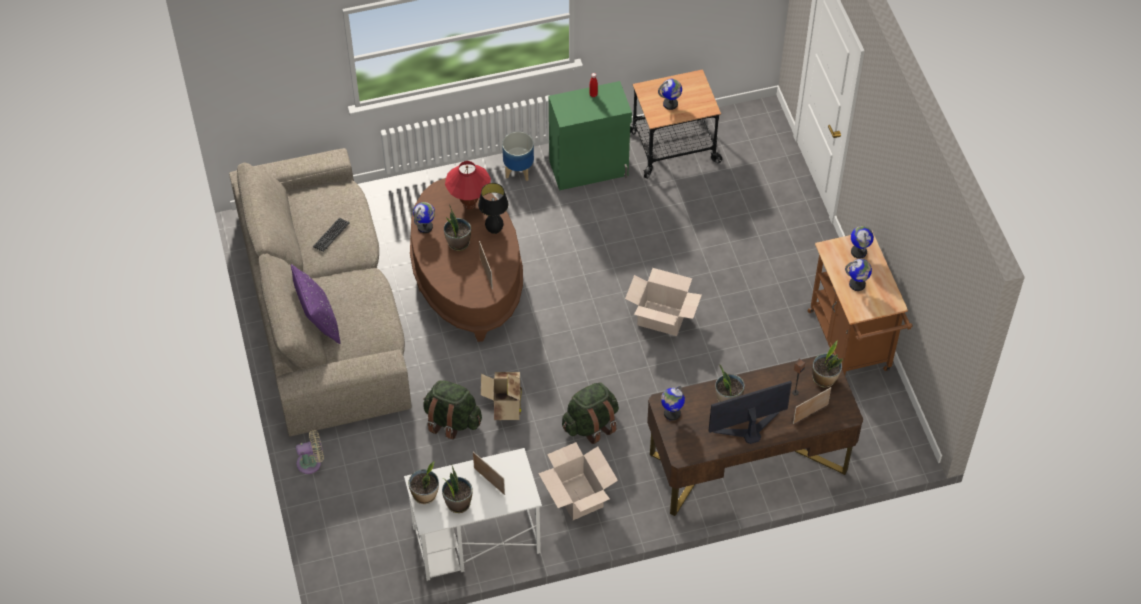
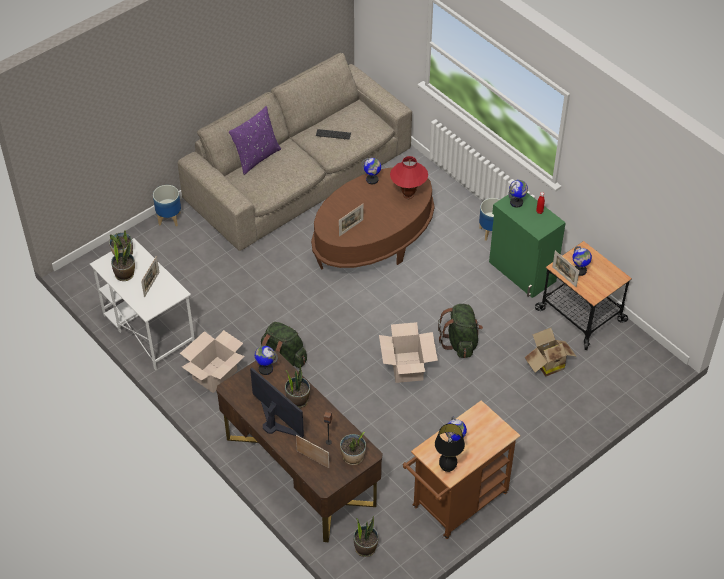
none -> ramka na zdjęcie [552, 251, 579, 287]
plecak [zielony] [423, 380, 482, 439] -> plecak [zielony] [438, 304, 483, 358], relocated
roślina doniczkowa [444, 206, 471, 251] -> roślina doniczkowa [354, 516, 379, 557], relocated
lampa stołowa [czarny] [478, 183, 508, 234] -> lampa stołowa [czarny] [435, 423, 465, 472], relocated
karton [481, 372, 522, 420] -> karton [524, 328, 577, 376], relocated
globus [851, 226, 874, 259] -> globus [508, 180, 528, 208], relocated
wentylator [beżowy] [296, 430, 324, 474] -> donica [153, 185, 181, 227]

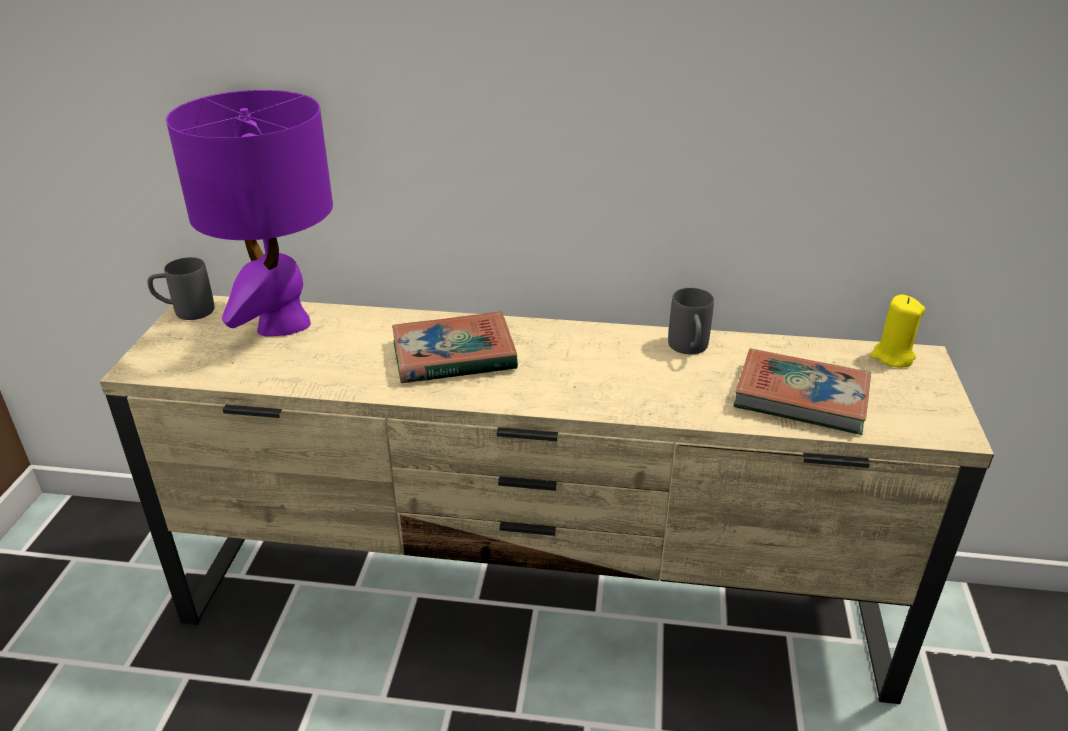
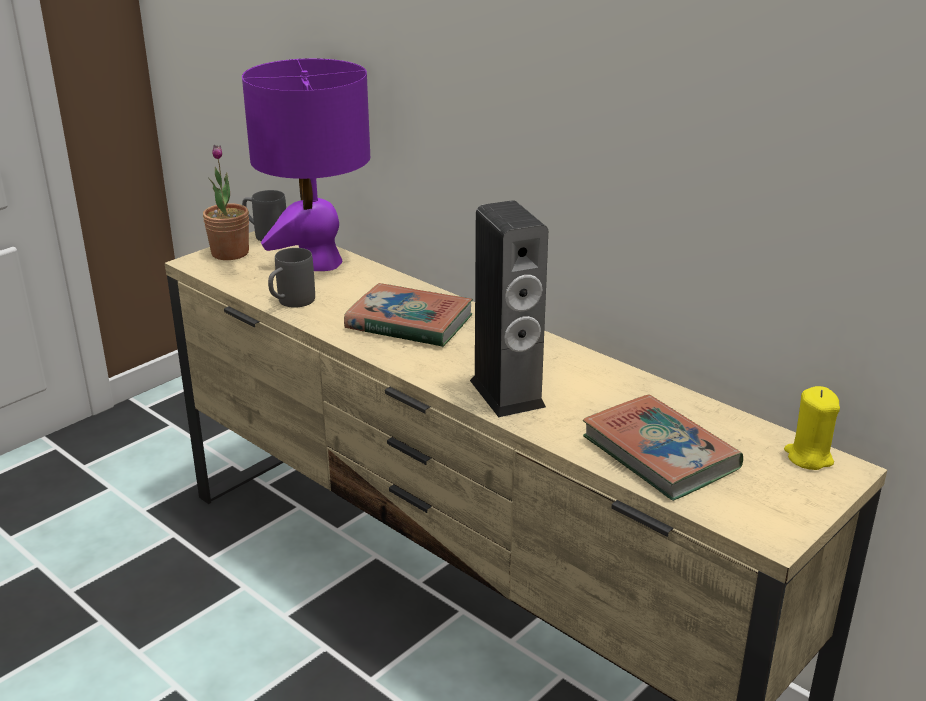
none -> roślina doniczkowa [203, 145, 249, 260]
none -> głośnik [470, 200, 548, 417]
kubek [szary] [668, 288, 714, 354] -> kubek [szary] [268, 248, 315, 308], relocated

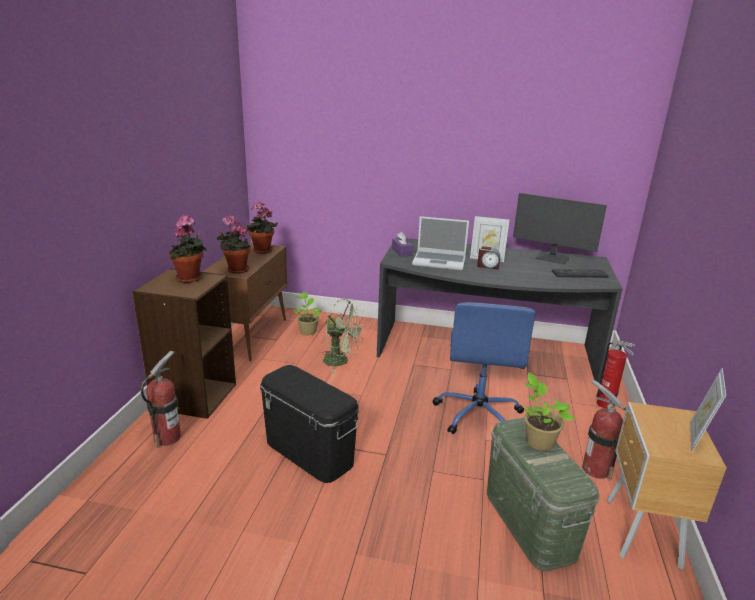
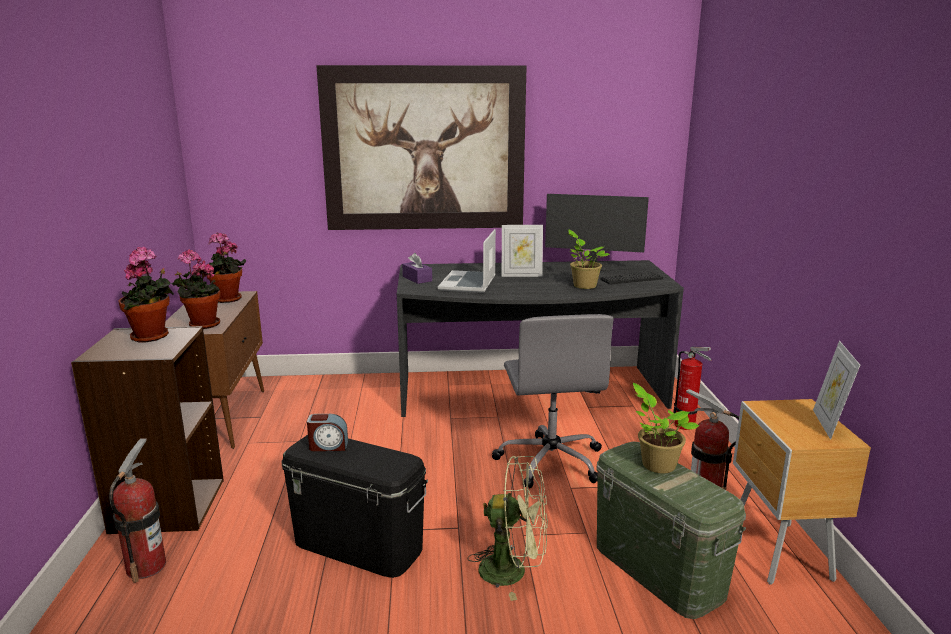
none -> obraz [316, 65, 527, 230]
roślina doniczkowa [291, 291, 322, 335] -> roślina doniczkowa [568, 230, 610, 289], relocated
wentylator [zielony] [322, 299, 366, 372] -> wentylator [zielony] [468, 456, 548, 601], relocated
budzik [477, 246, 500, 269] -> budzik [307, 414, 348, 451], relocated
krzesło biurowe [niebieski] [432, 302, 536, 434] -> krzesło biurowe [szary] [492, 314, 614, 489]
laptop [412, 216, 469, 270] -> laptop [438, 229, 496, 293], 105 degrees clockwise

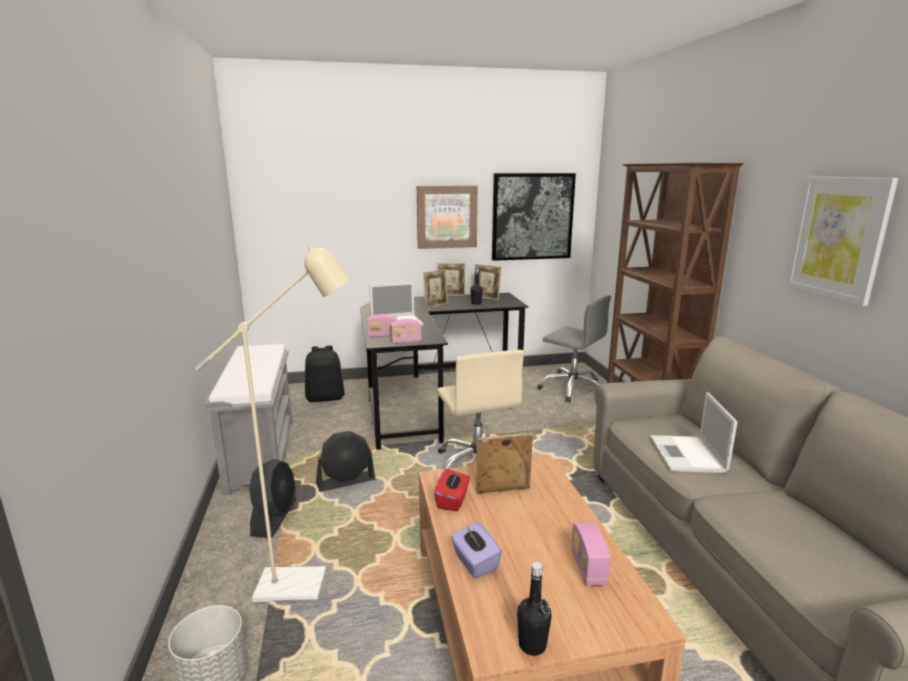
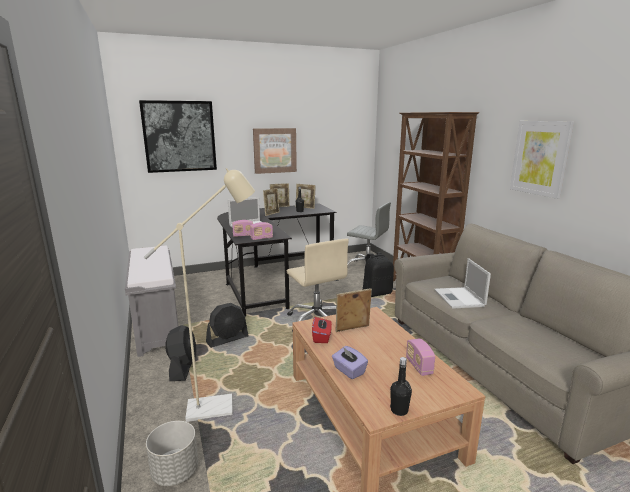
plecak [czarny] [305, 345, 345, 402] -> plecak [czarny] [362, 252, 394, 297], relocated
obraz [492, 173, 576, 261] -> obraz [139, 100, 217, 173], relocated

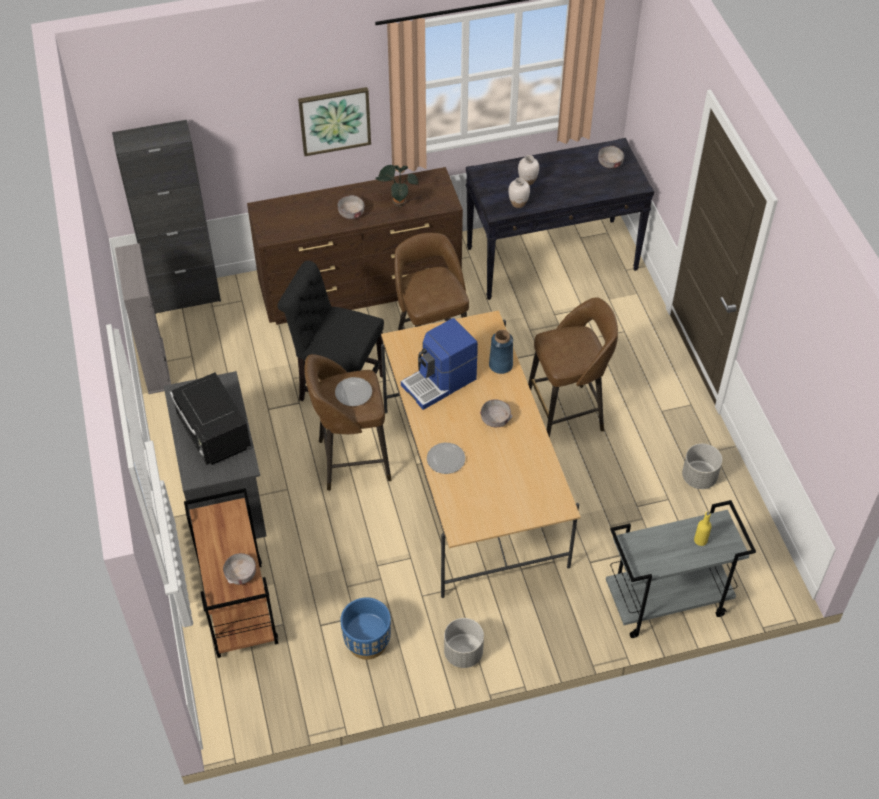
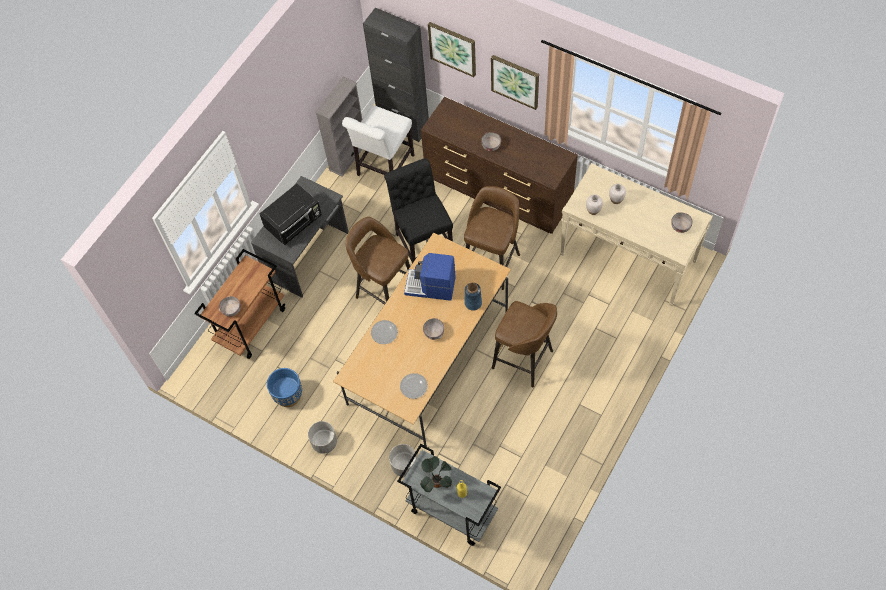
none -> krzesło [biały] [342, 105, 414, 176]
none -> obraz [428, 22, 476, 77]
talerz [335, 377, 372, 406] -> talerz [400, 373, 428, 399], relocated
roślina doniczkowa [376, 165, 419, 207] -> roślina doniczkowa [420, 456, 452, 492], relocated
donica [szary] [682, 444, 722, 489] -> donica [szary] [389, 444, 417, 477], relocated
stolik konsolowy [czarny] [466, 138, 654, 300] -> stolik konsolowy [beżowy] [561, 163, 713, 306]
mikrofalówka [czarny] [170, 373, 251, 465] -> mikrofalówka [czarny] [259, 183, 322, 246], 150 degrees counterclockwise

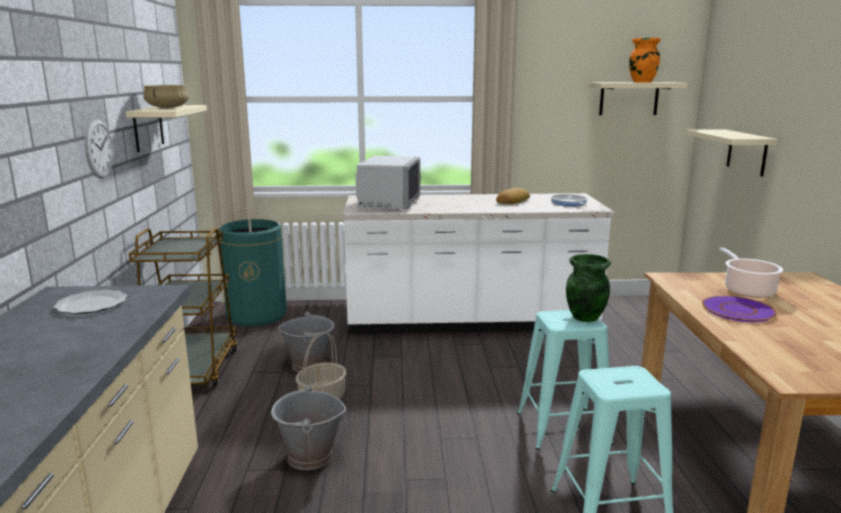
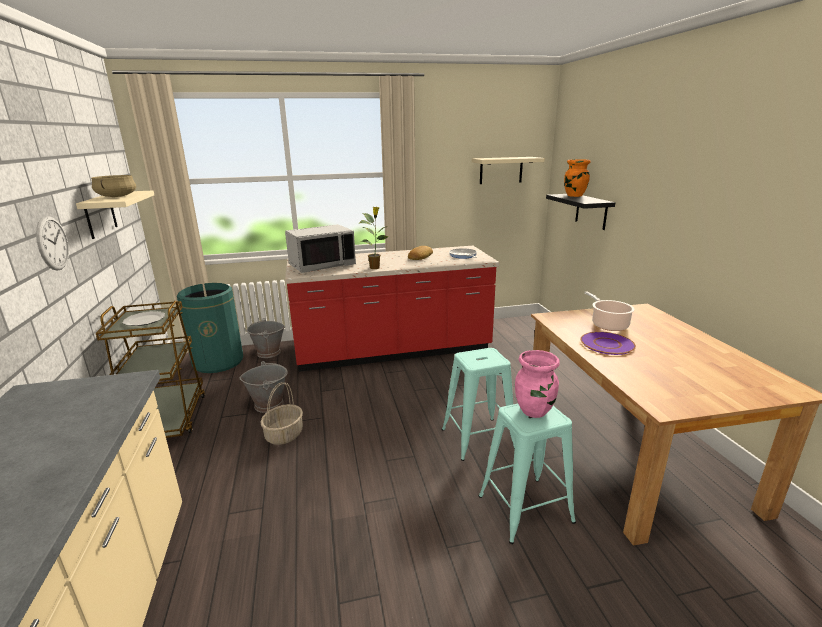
wazon [zielony] [566, 254, 611, 322] -> none
none -> roślina doniczkowa [359, 207, 389, 269]
none -> wazon [różowy] [515, 350, 560, 418]
talerz [54, 290, 127, 314] -> talerz [123, 311, 165, 326], relocated
wiadro [szary] [271, 385, 346, 470] -> wiadro [szary] [246, 318, 285, 358], relocated
wazon [pomarańczowy] [629, 38, 661, 83] -> wazon [pomarańczowy] [564, 159, 591, 197], relocated
zabudowa kuchenna [biały] [342, 193, 615, 334] -> zabudowa kuchenna [czerwony] [285, 246, 499, 372]
półka [beżowy] [686, 129, 778, 177] -> półka [czarny] [546, 194, 615, 230]
mikrofalówka [szary] [356, 155, 421, 210] -> mikrofalówka [szary] [285, 224, 356, 273], 60 degrees clockwise

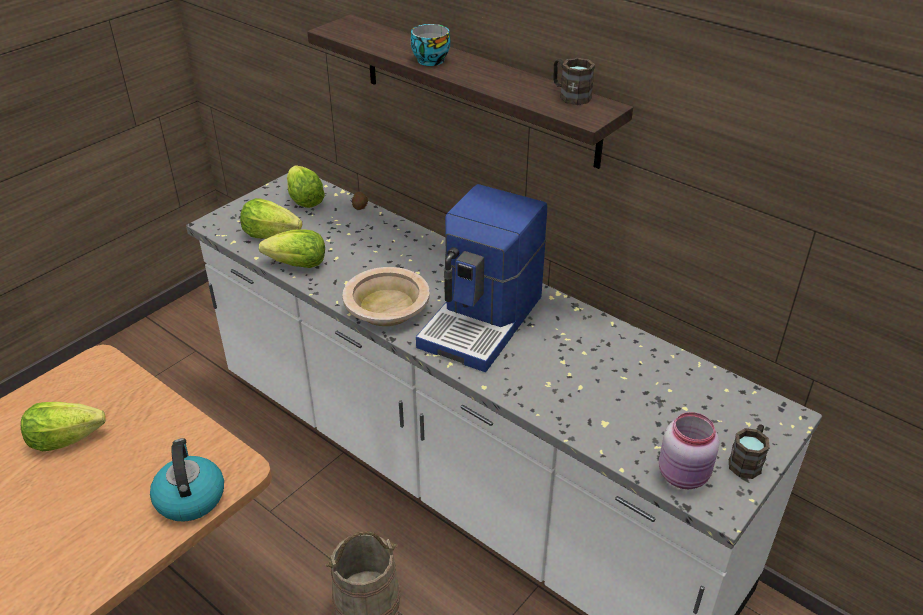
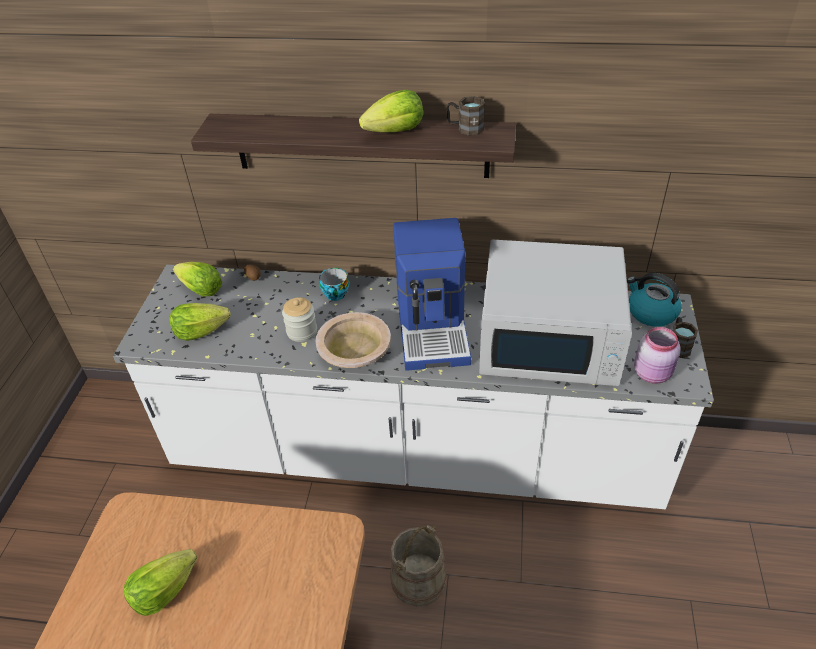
none -> słoik [282, 297, 317, 342]
none -> mikrofalówka [biały] [479, 240, 632, 386]
czajnik [150, 438, 224, 522] -> czajnik [627, 273, 682, 327], relocated
sałata [259, 230, 325, 268] -> sałata [359, 90, 423, 132], relocated
filiżanka [411, 24, 450, 66] -> filiżanka [319, 268, 349, 301], relocated

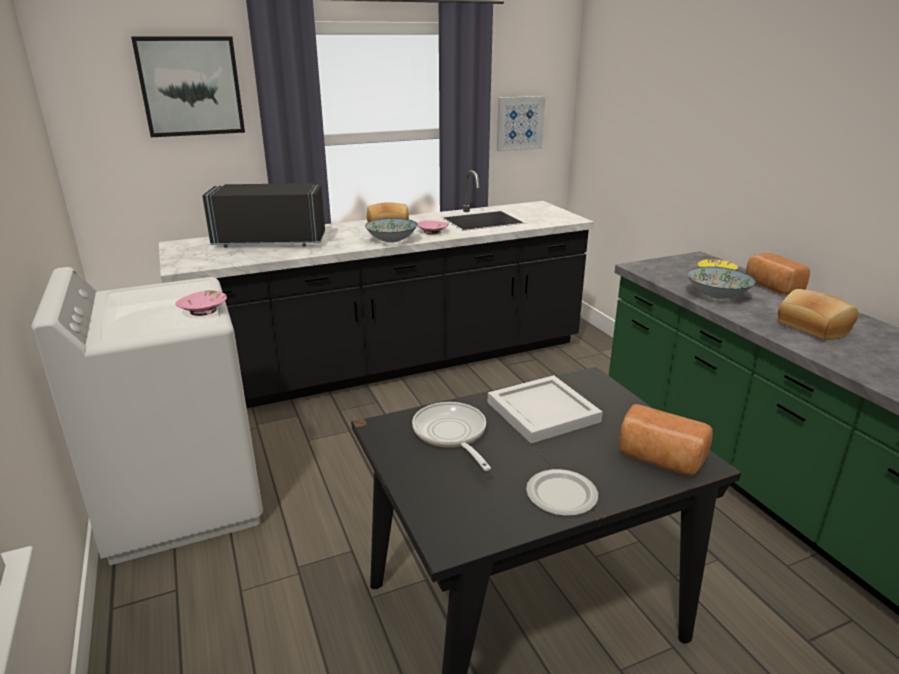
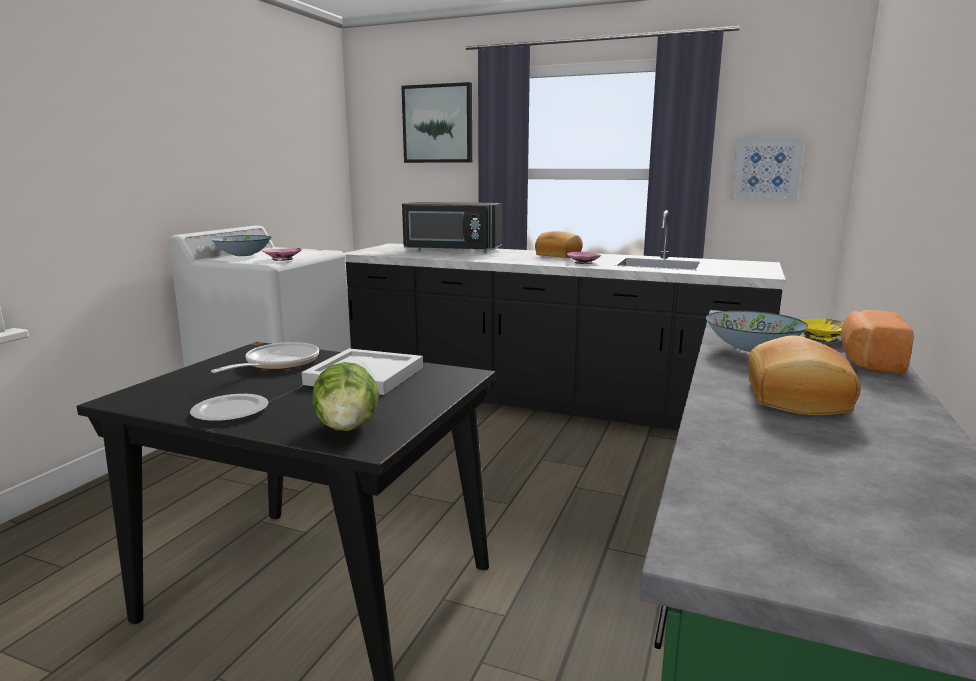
miska [365, 218, 418, 243] -> miska [211, 235, 271, 256], relocated
chleb [619, 404, 713, 475] -> sałata [312, 362, 379, 431]
mikrofalówka [czarny] [202, 183, 325, 248] -> mikrofalówka [czarny] [402, 202, 502, 253], 150 degrees clockwise

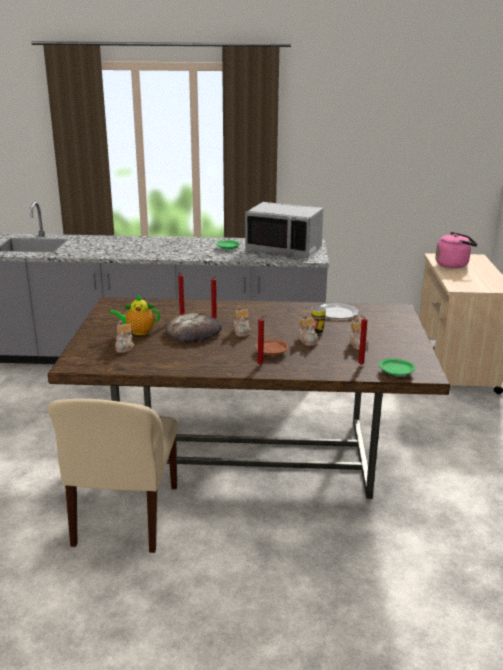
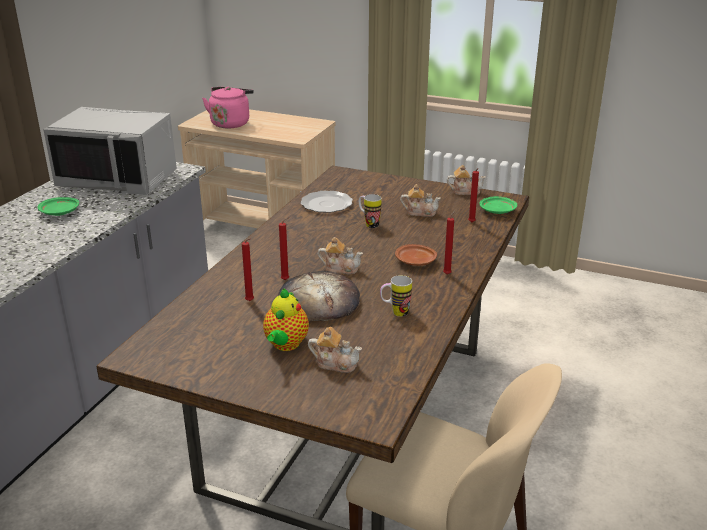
none -> kubek [380, 275, 412, 317]
imbryk [299, 314, 318, 346] -> imbryk [447, 165, 486, 195], relocated
mikrofalówka [szary] [245, 202, 324, 258] -> mikrofalówka [szary] [43, 107, 177, 195], 60 degrees clockwise

